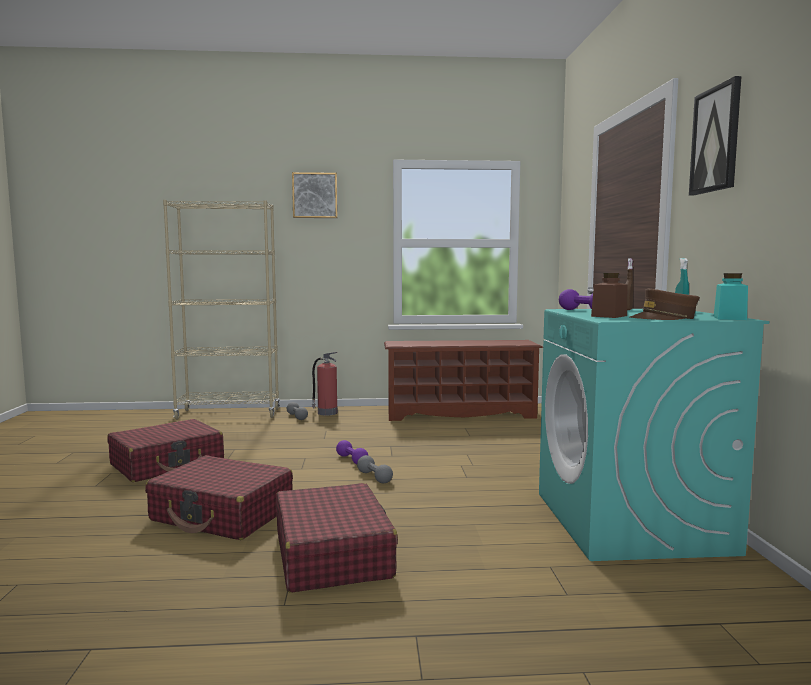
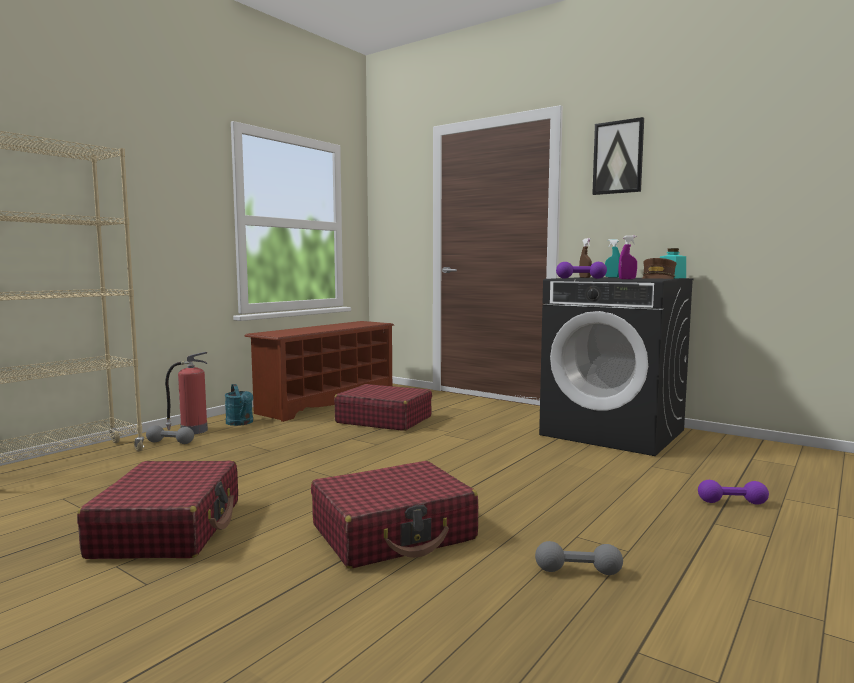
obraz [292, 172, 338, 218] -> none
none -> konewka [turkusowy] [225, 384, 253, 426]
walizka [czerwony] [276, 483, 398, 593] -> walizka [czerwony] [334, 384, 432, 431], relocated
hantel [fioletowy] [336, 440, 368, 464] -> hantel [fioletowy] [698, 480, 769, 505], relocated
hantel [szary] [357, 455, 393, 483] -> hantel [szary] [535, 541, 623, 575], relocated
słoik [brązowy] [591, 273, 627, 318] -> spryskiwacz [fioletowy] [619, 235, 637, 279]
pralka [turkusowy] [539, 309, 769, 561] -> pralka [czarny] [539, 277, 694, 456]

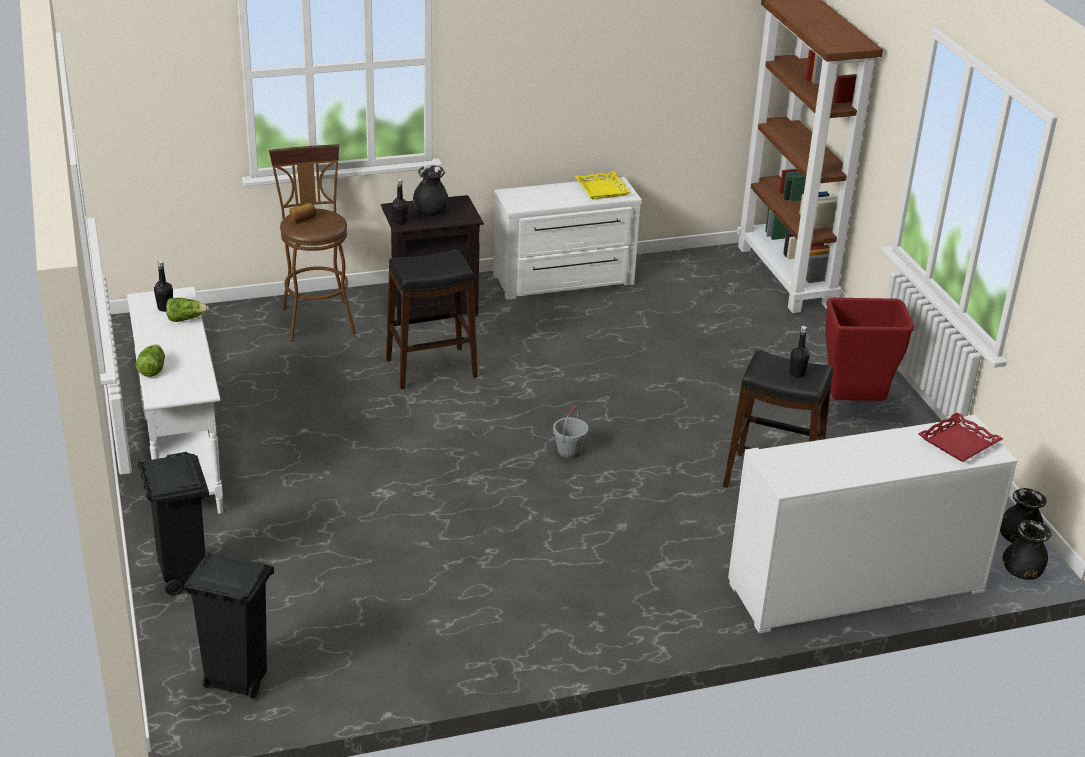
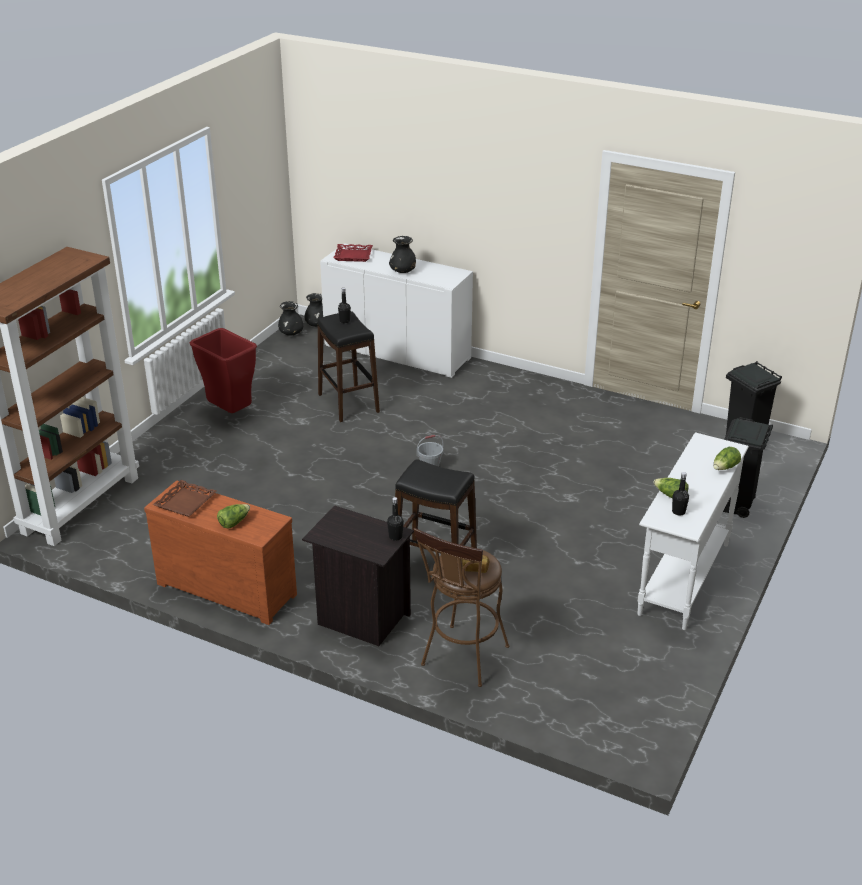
none -> sałata [217, 504, 250, 528]
wazon [czarny] [413, 165, 449, 215] -> wazon [czarny] [389, 236, 416, 273], relocated
komoda [biały] [493, 177, 642, 300] -> komoda [brązowy] [144, 481, 297, 625]
taca [żółty] [575, 172, 631, 199] -> taca [brązowy] [153, 480, 216, 517]

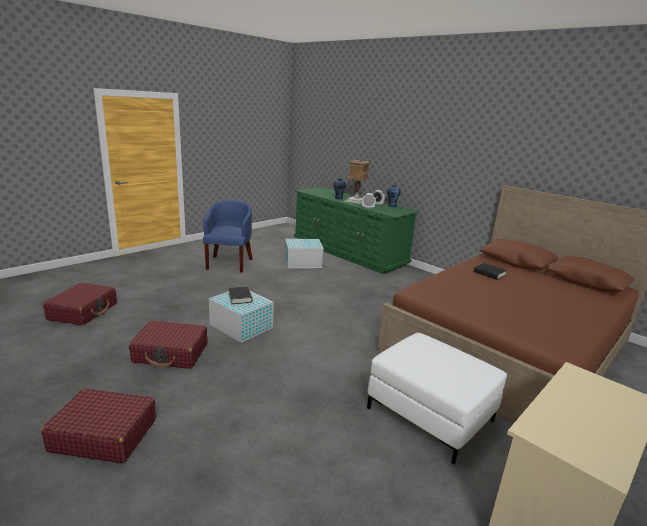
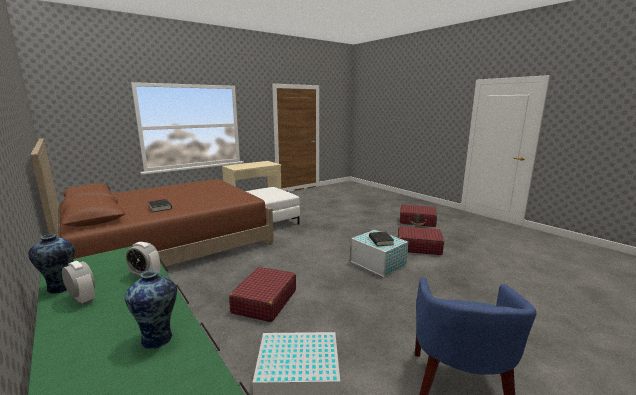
lampa stołowa [343, 159, 370, 205] -> none
walizka [czerwony] [43, 283, 117, 326] -> walizka [czerwony] [229, 267, 296, 322], relocated

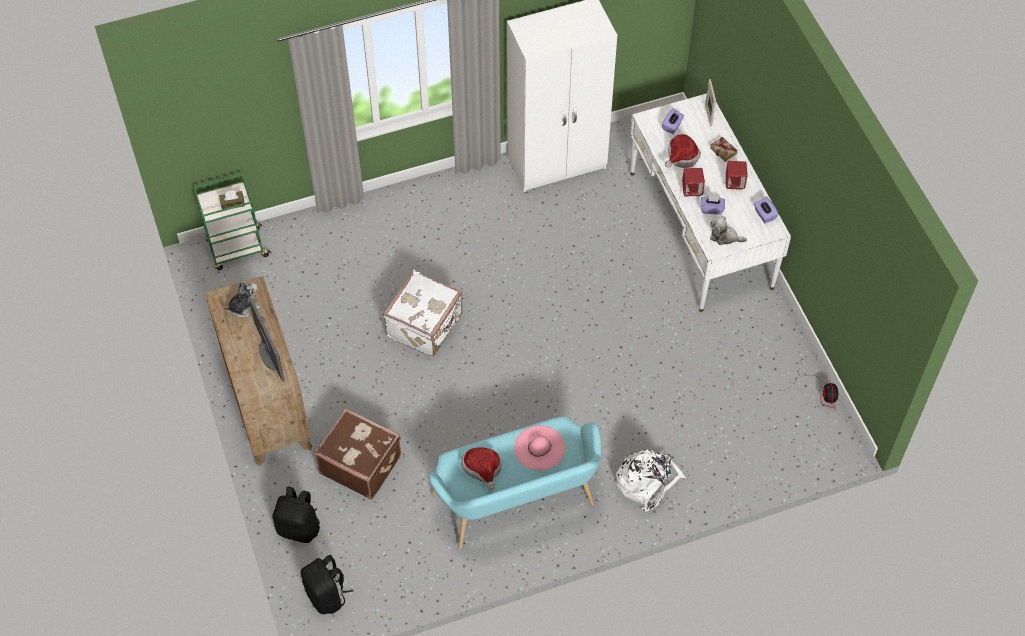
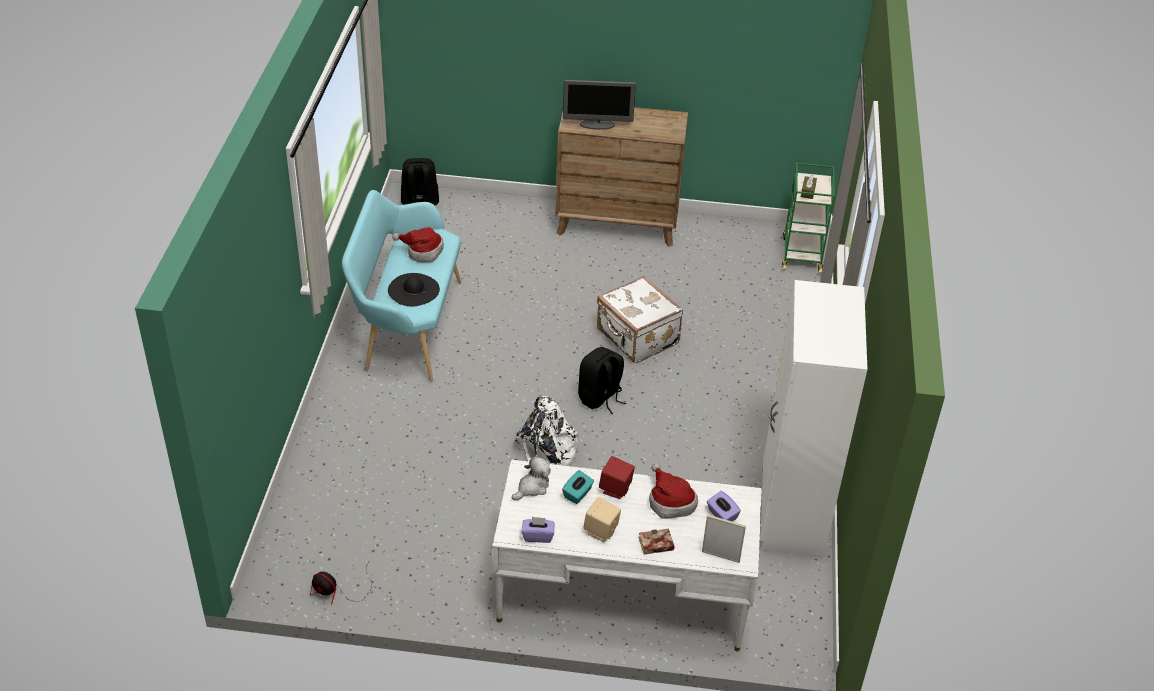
pluszak [223, 281, 260, 318] -> none
walizka [brązowy] [314, 408, 401, 499] -> none
plecak [czarny] [272, 487, 320, 543] -> plecak [czarny] [578, 347, 626, 414], relocated
plecak [biały] [616, 449, 686, 512] -> plecak [biały] [515, 396, 582, 466], relocated
kapelusz [różowy] [514, 426, 565, 471] -> kapelusz [czarny] [388, 273, 440, 306]
pudełko chusteczek [fioletowy] [700, 195, 725, 215] -> pudełko chusteczek [turkusowy] [562, 470, 594, 504]
głośnik [czerwony] [726, 161, 747, 190] -> głośnik [beżowy] [583, 497, 621, 542]

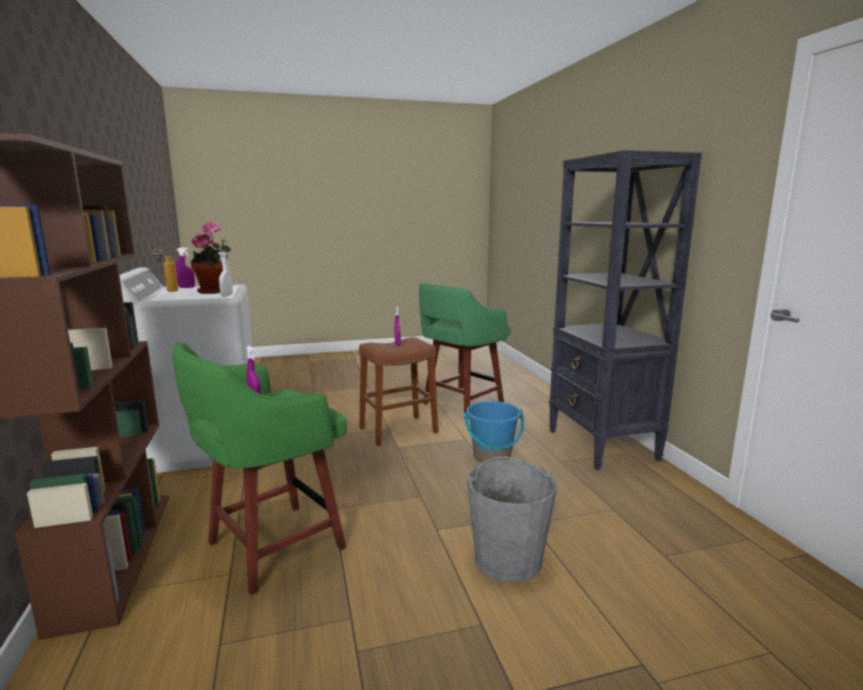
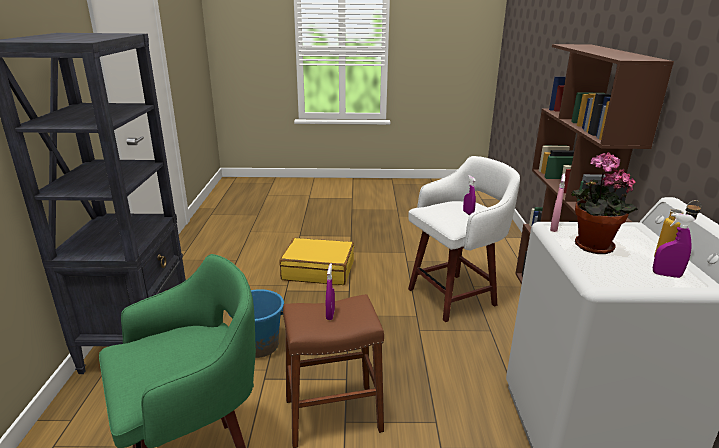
wiadro [szary] [467, 456, 557, 583] -> walizka [żółty] [279, 238, 354, 285]
stołek [zielony] [172, 342, 347, 595] -> stołek [biały] [408, 156, 520, 322]
spryskiwacz [biały] [218, 252, 233, 297] -> spryskiwacz [różowy] [550, 173, 566, 232]

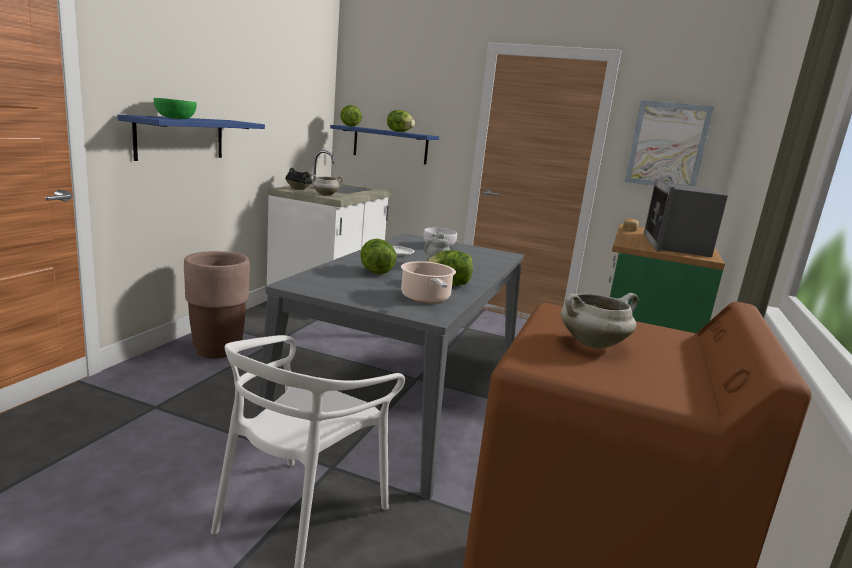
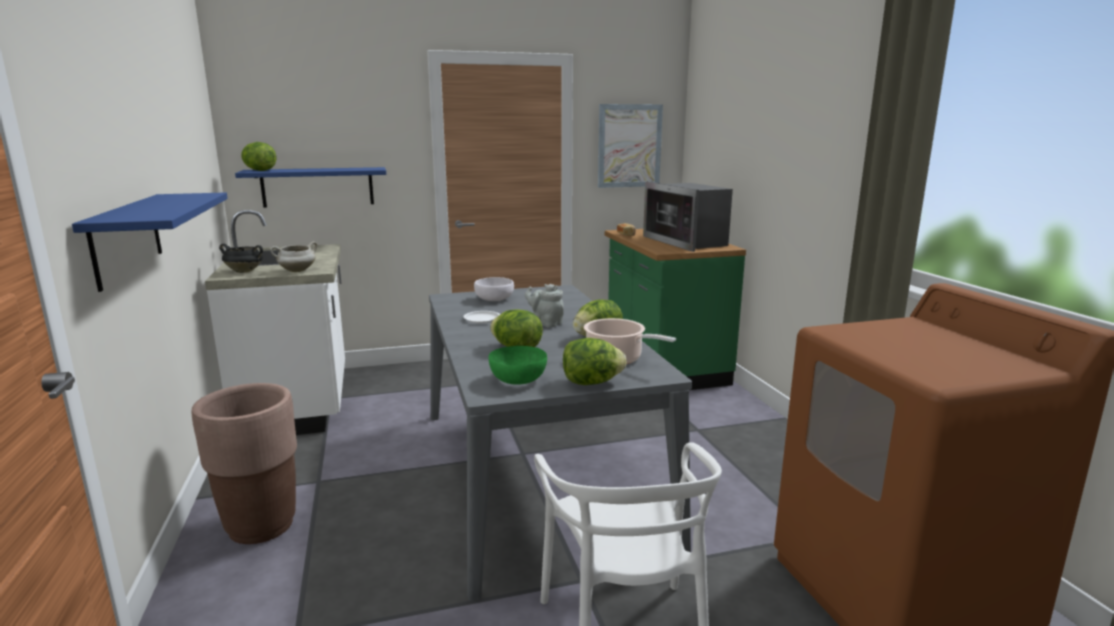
garnek [biały] [561, 293, 638, 349] -> none
miska [zielony] [154, 98, 197, 119] -> miska [zielony] [489, 346, 547, 385], relocated
sałata [387, 110, 415, 132] -> sałata [563, 338, 626, 385], relocated

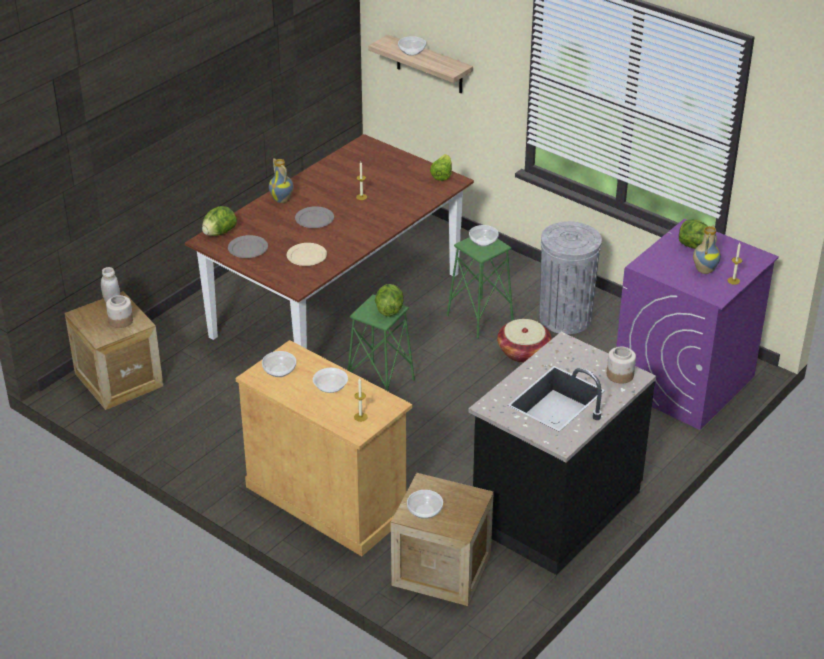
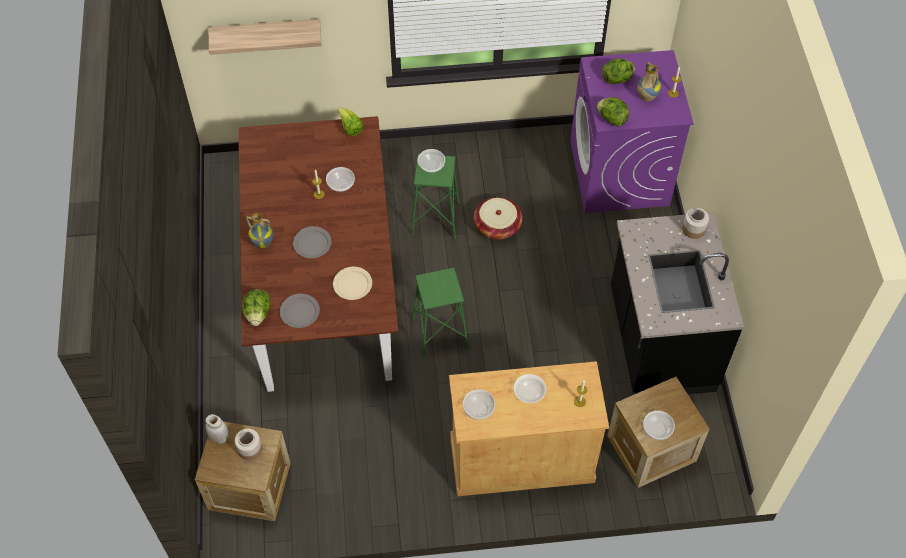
kosz na śmieci [szary] [539, 221, 602, 334] -> none
sałata [375, 284, 404, 316] -> sałata [597, 97, 629, 126], relocated
miska [398, 36, 426, 56] -> miska [326, 167, 355, 192], relocated

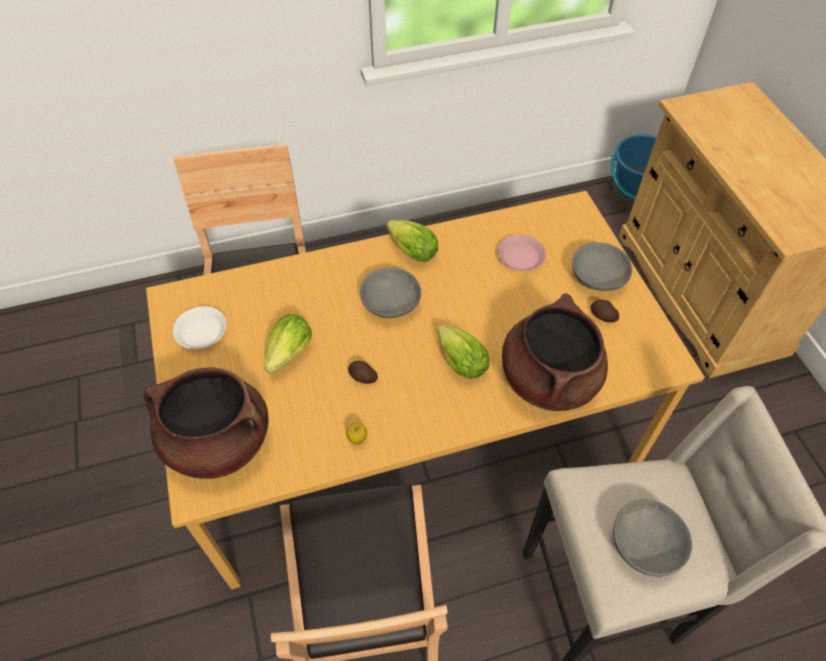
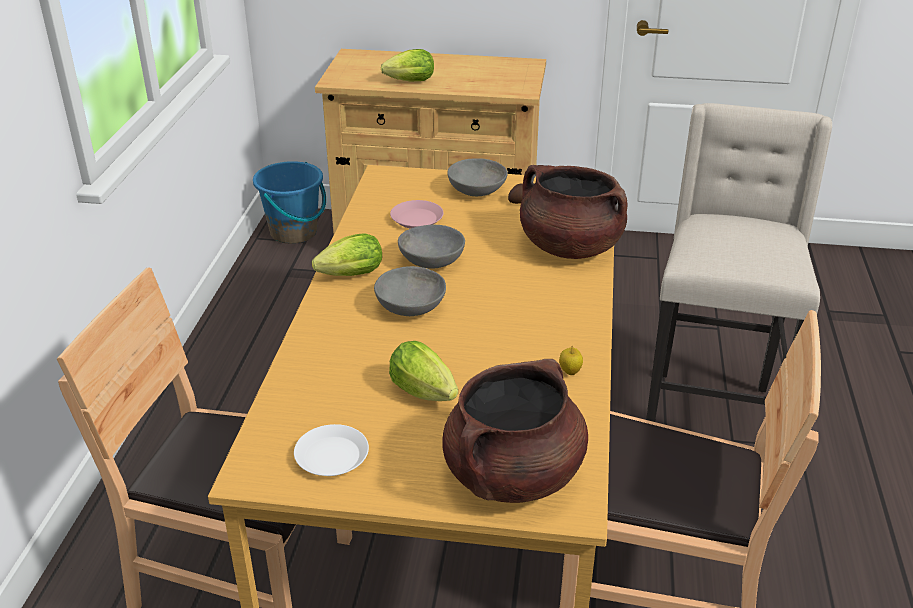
ziemniak [348, 361, 378, 384] -> none
sałata [437, 325, 490, 379] -> sałata [381, 49, 434, 81], relocated
miska [szary] [613, 499, 692, 577] -> miska [szary] [398, 225, 465, 269], relocated

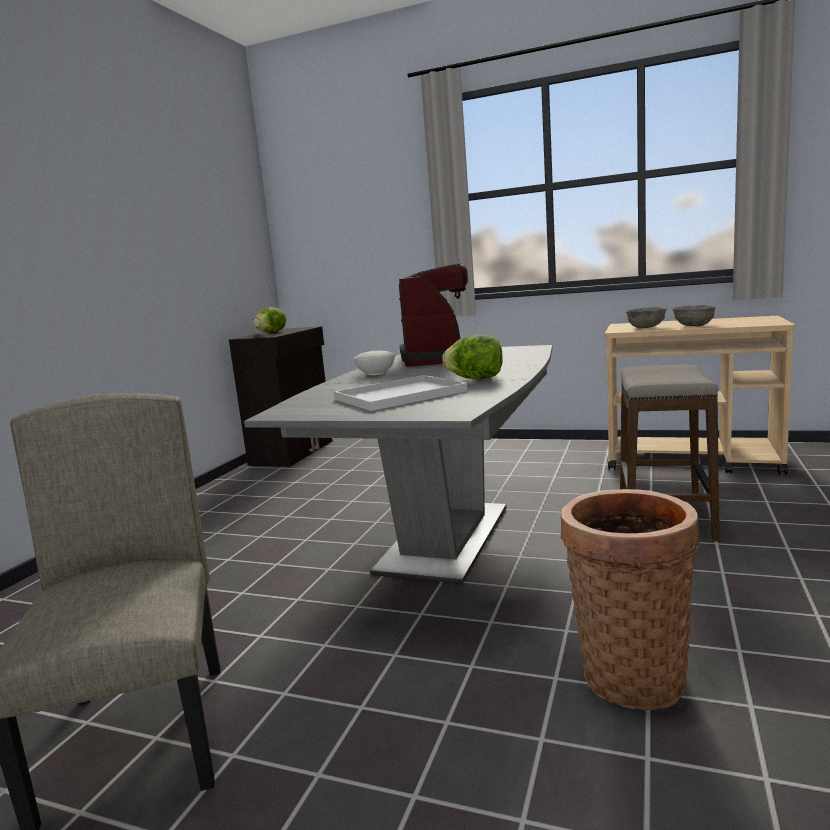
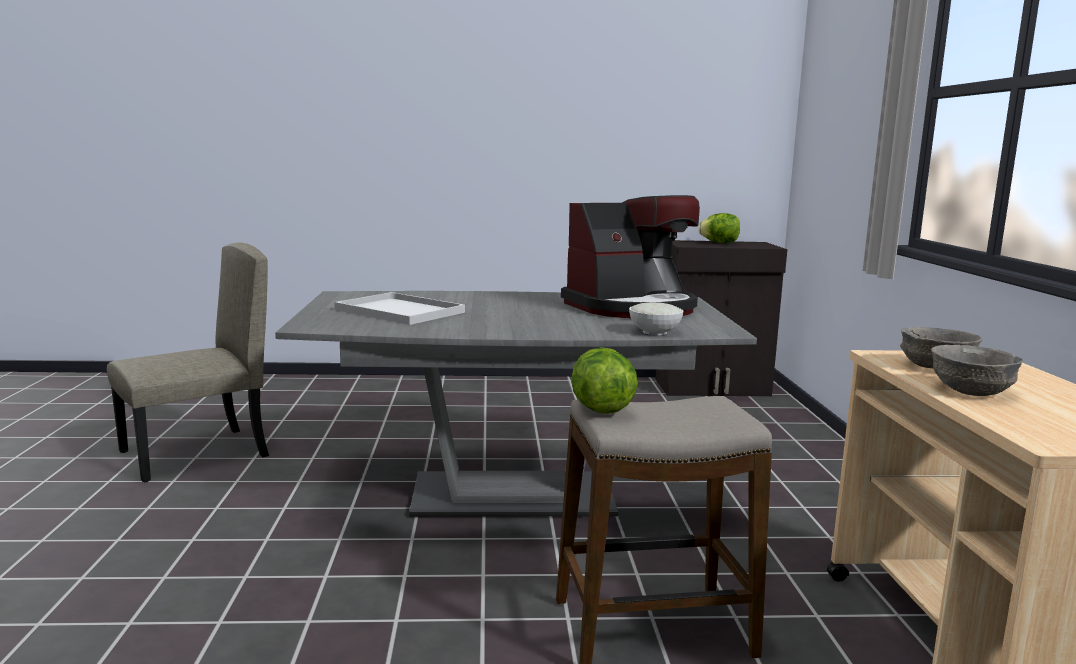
koszyk [561, 489, 700, 710] -> none
miska [biały] [354, 351, 395, 375] -> miska [biały] [629, 302, 683, 335], relocated
sałata [442, 335, 503, 379] -> sałata [571, 347, 638, 414], relocated

